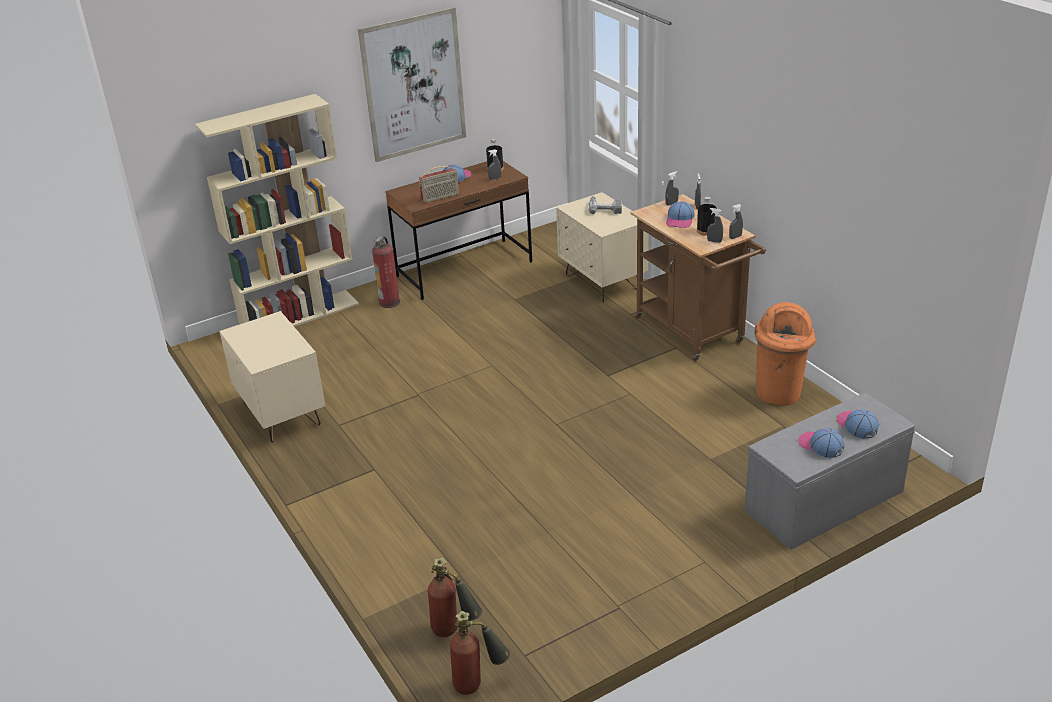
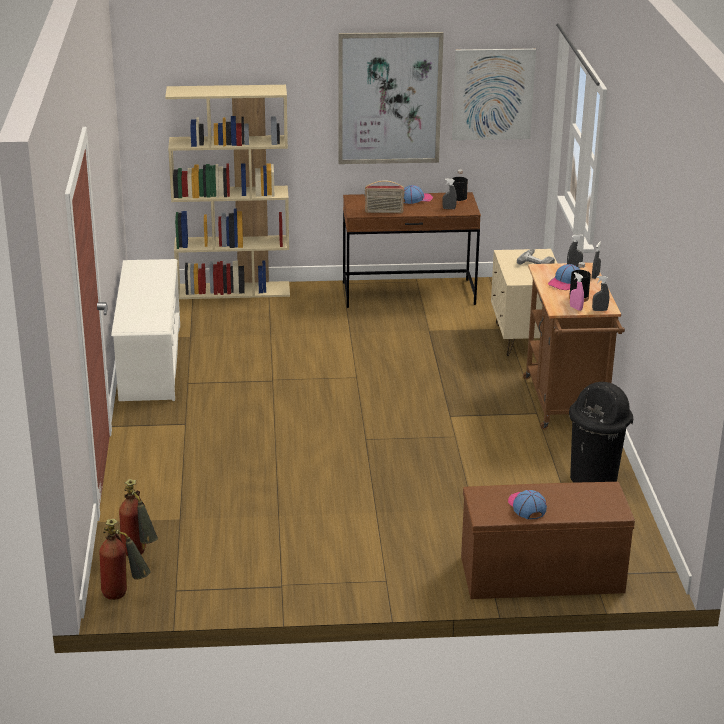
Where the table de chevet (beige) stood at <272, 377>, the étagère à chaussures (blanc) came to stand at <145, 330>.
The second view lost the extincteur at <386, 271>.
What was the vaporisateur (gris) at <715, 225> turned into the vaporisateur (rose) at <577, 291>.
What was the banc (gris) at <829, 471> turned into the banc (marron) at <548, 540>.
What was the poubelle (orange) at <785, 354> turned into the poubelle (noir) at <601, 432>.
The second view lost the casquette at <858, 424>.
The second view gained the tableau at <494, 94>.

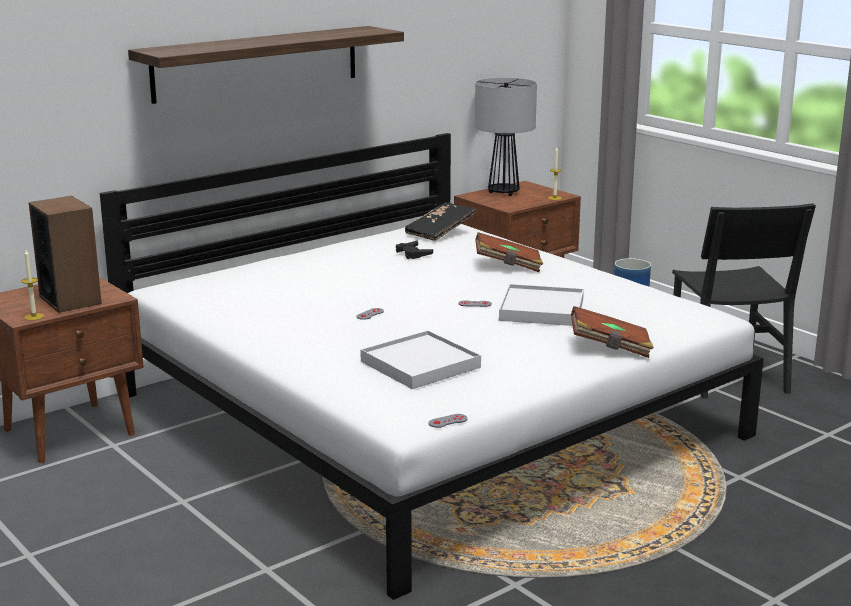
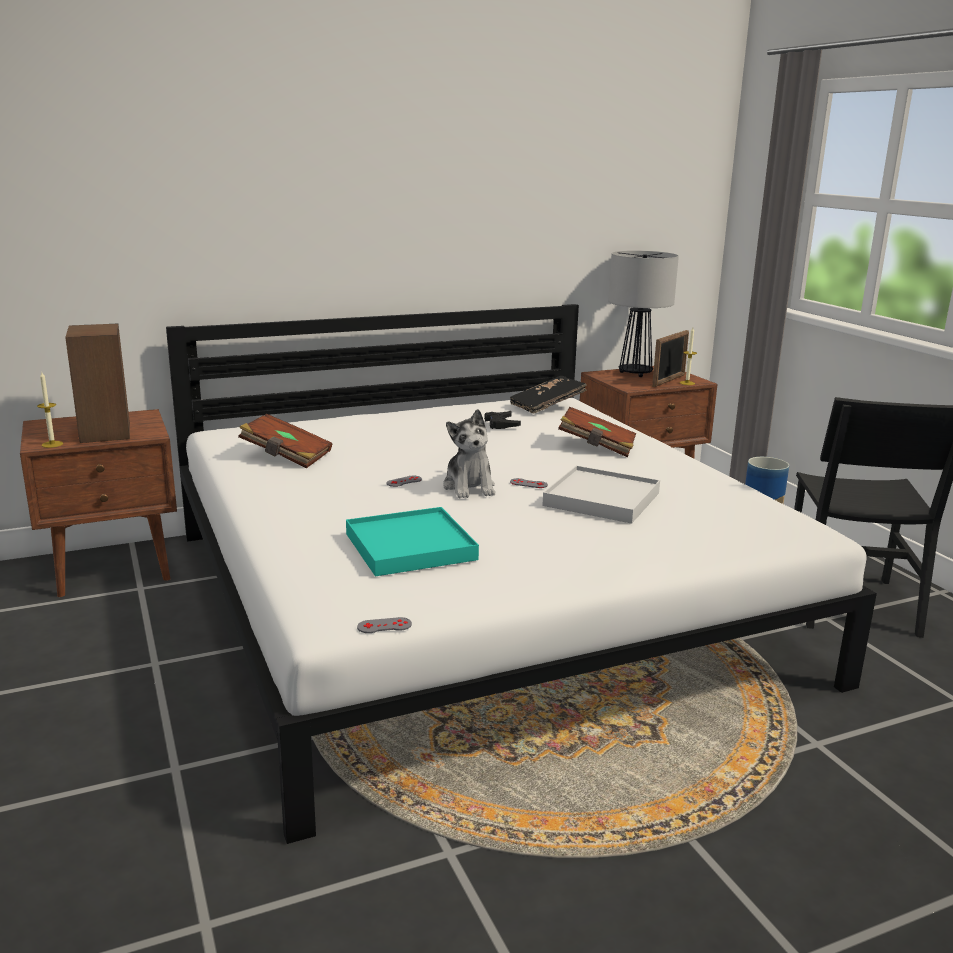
The second view lost the étagère at <266, 65>.
What was the plateau (blanc) at <420, 359> turned into the plateau (turquoise) at <412, 541>.
The livre (marron) ended up elsewhere, having gone from <612, 332> to <285, 441>.
The second view gained the peluche at <469, 453>.
The second view gained the cadre photo at <670, 358>.

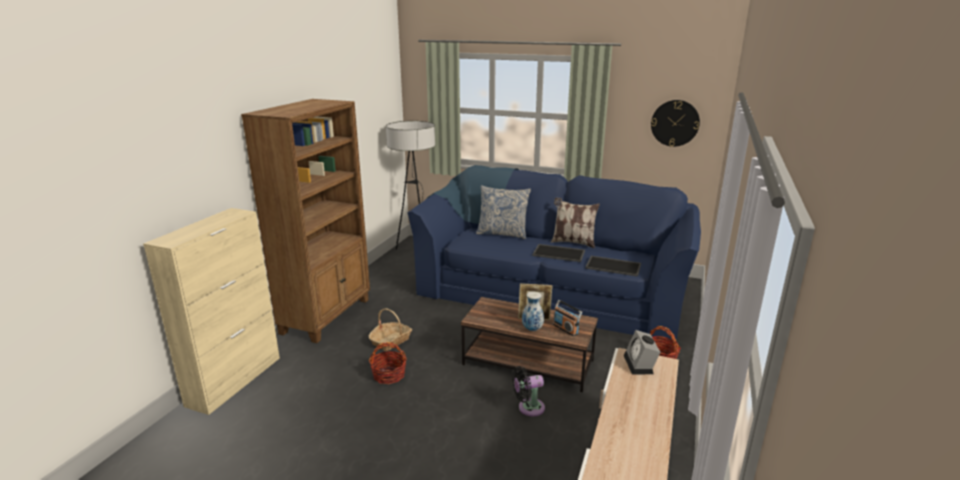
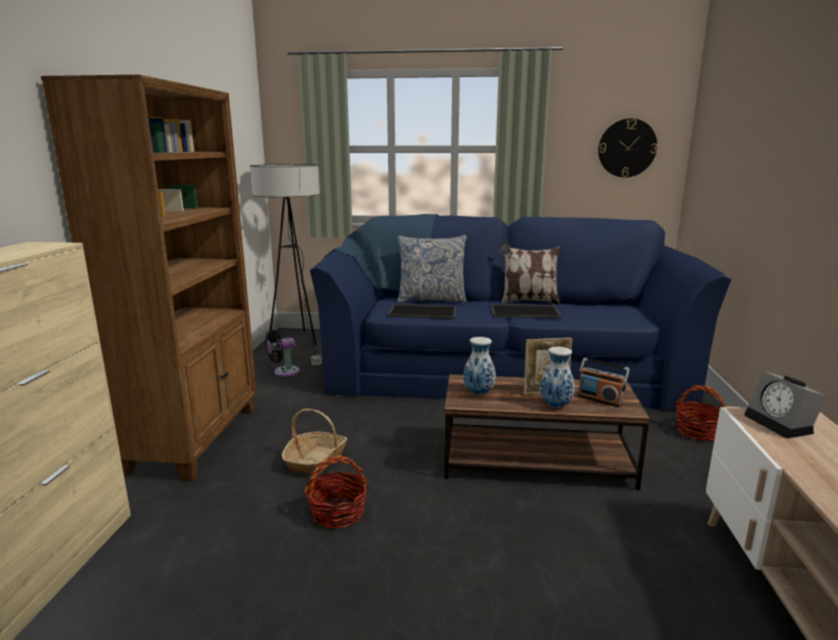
The ventilateur (noir) ended up elsewhere, having gone from <528, 391> to <282, 353>.
The plateau ended up elsewhere, having gone from <613, 266> to <422, 311>.
The second view gained the vase at <479, 366>.

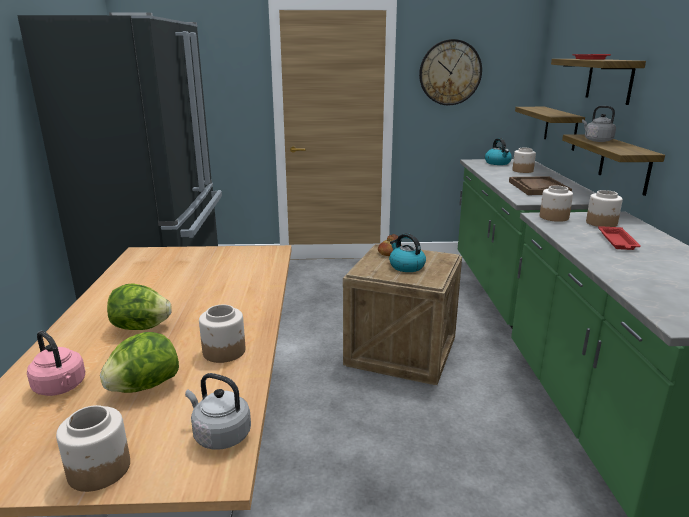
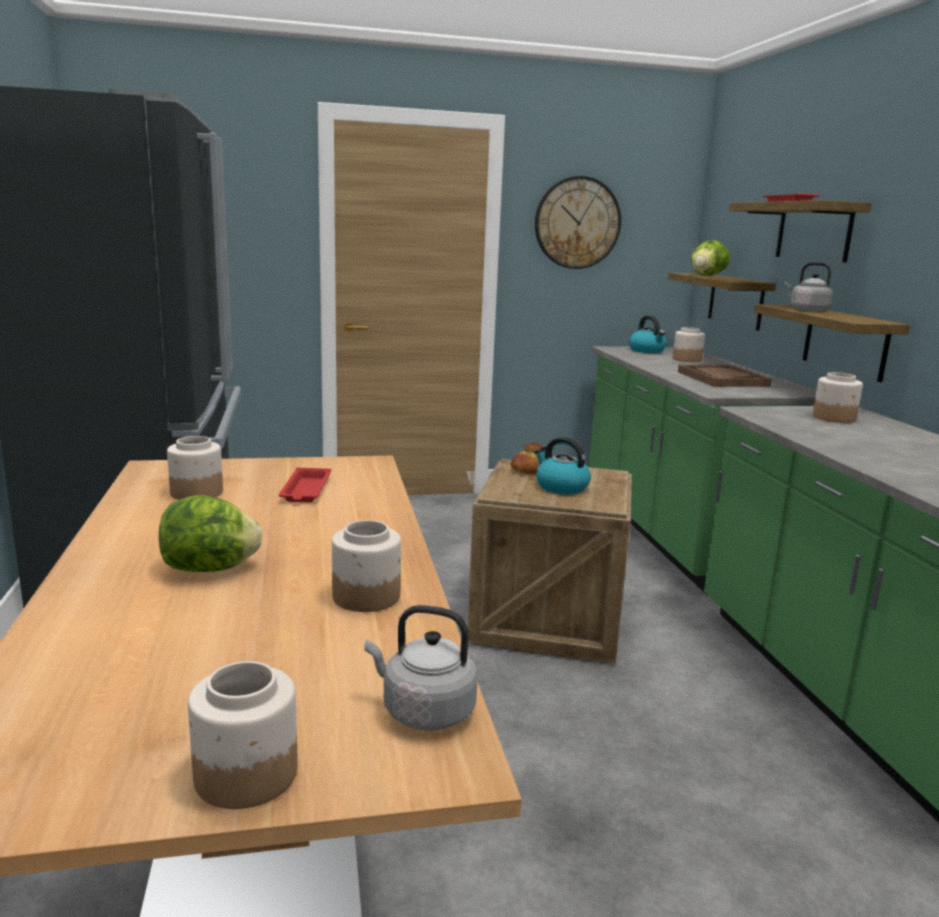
The second view lost the bouilloire (rose) at <56, 363>.
The laitue ended up elsewhere, having gone from <139, 362> to <710, 258>.
The bocal ended up elsewhere, having gone from <556, 204> to <195, 468>.
The plateau (rouge) ended up elsewhere, having gone from <619, 238> to <305, 485>.

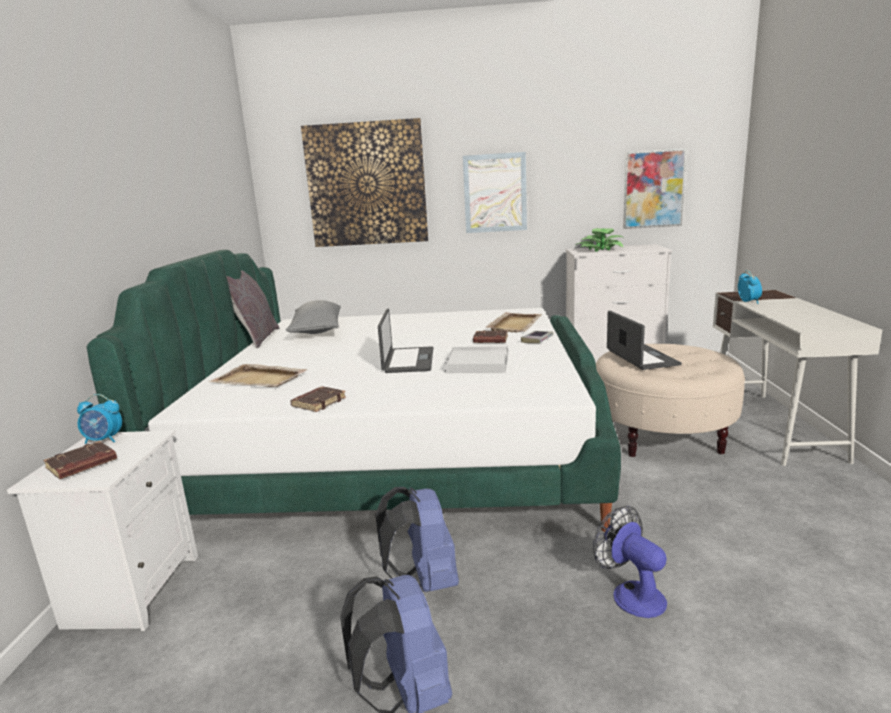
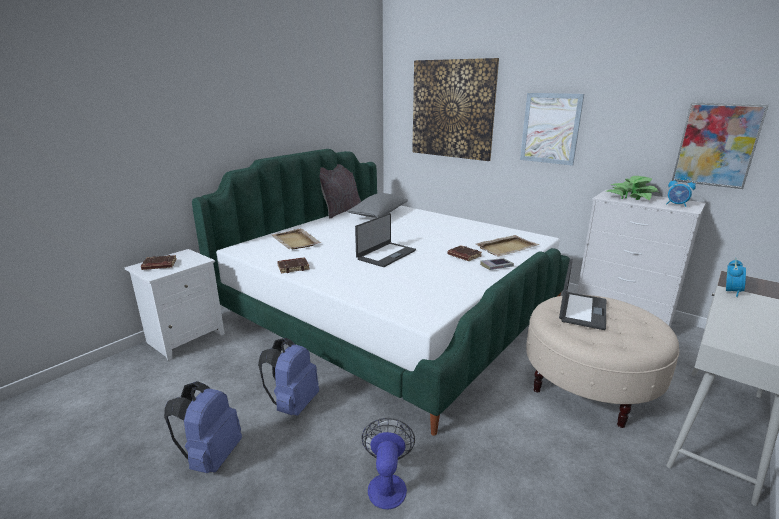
The réveil ended up elsewhere, having gone from <99, 419> to <681, 192>.
The second view lost the plateau (blanc) at <476, 359>.

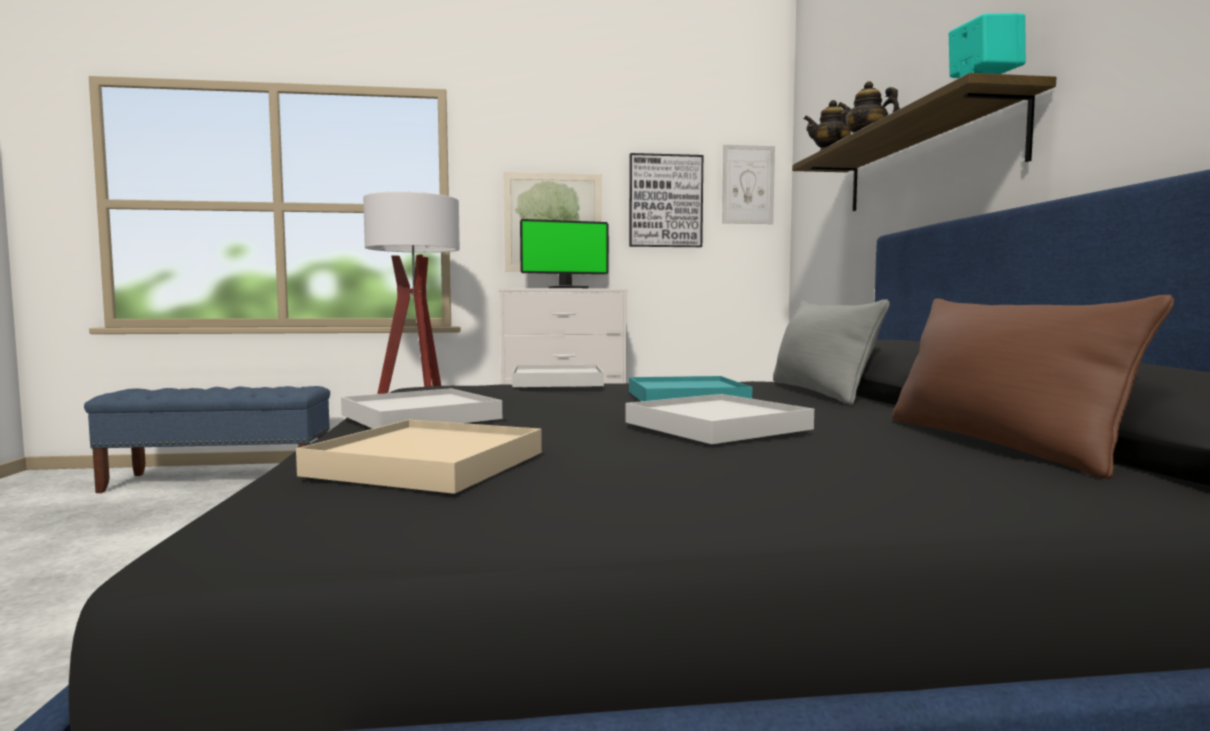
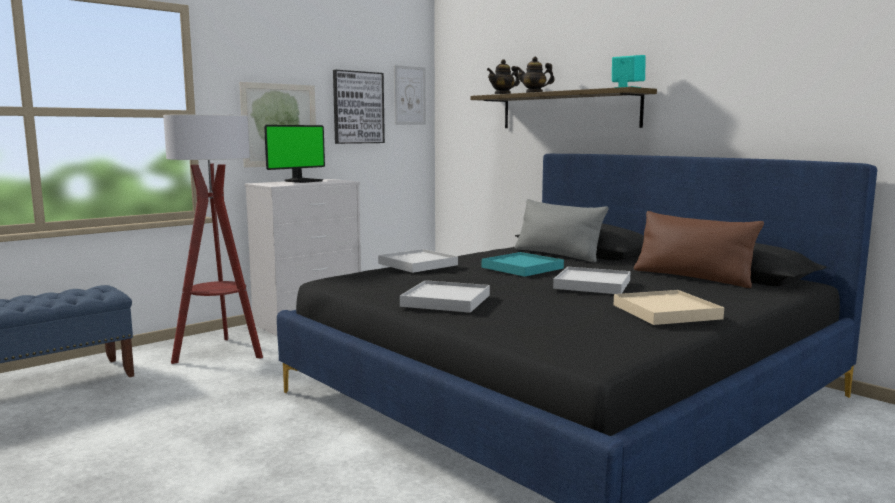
The plateau (beige) ended up elsewhere, having gone from <419, 457> to <669, 307>.

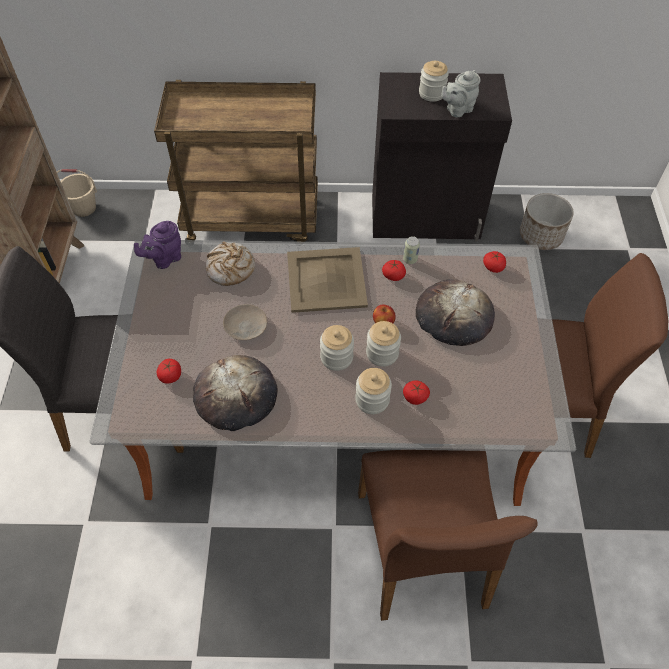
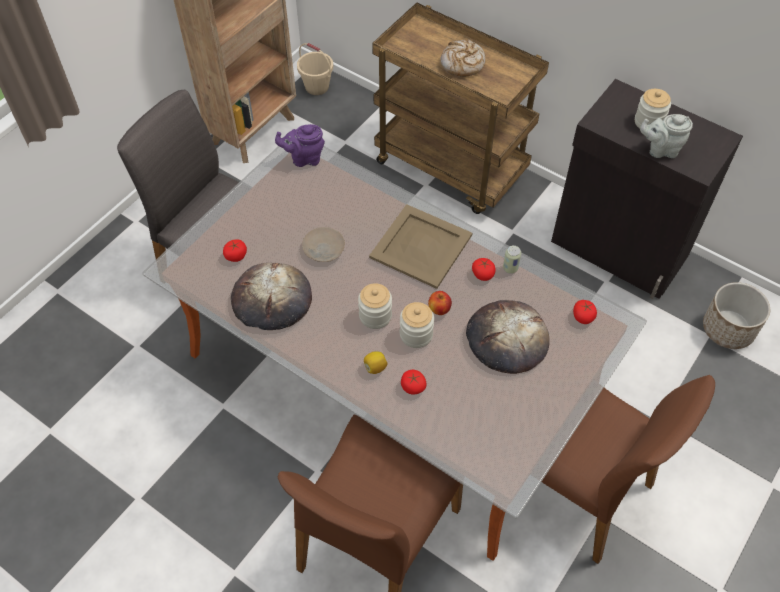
The pain ended up elsewhere, having gone from <230, 264> to <463, 57>.
Where the bocal stood at <373, 391>, the citron came to stand at <375, 362>.

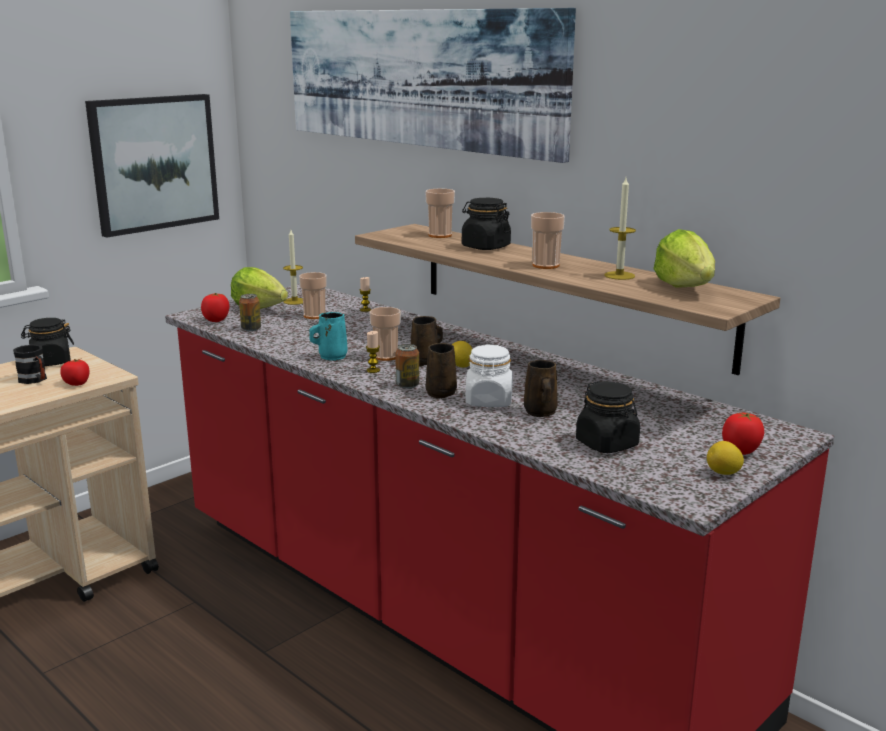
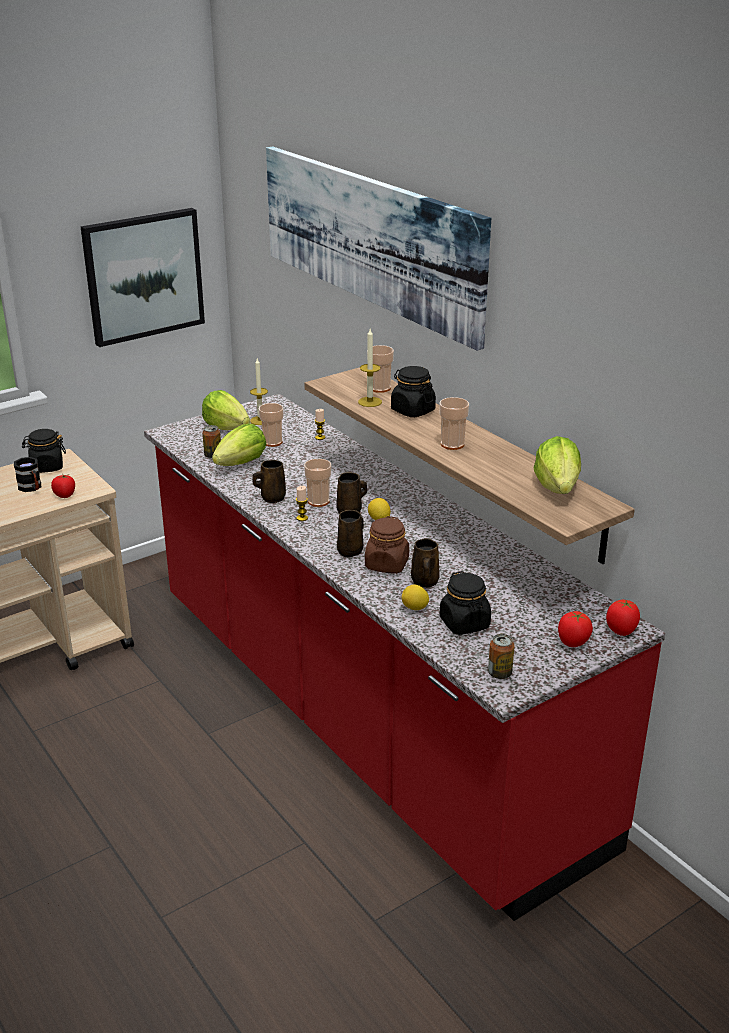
The tomate ended up elsewhere, having gone from <215, 307> to <623, 618>.
What was the mug (turquoise) at <328, 336> turned into the mug (marron) at <269, 481>.
The boîte métallique ended up elsewhere, having gone from <407, 366> to <501, 656>.
What was the bocal (blanc) at <489, 375> turned into the bocal (marron) at <387, 545>.
The bougie ended up elsewhere, having gone from <620, 229> to <370, 368>.
The citron ended up elsewhere, having gone from <725, 458> to <415, 597>.
The second view gained the laitue at <239, 444>.

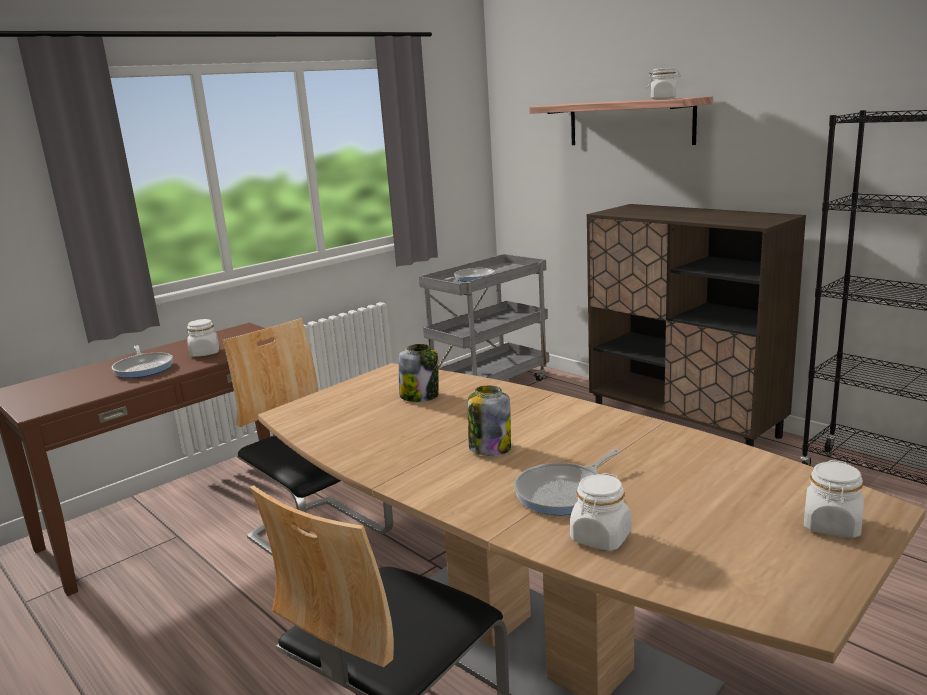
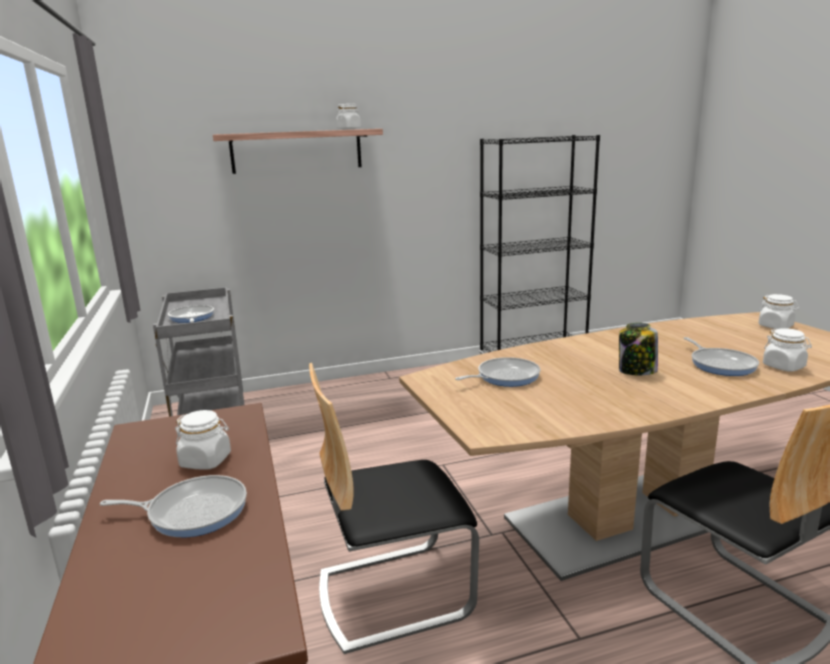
Where the bocal stood at <419, 373>, the poêle came to stand at <497, 372>.
The second view lost the meuble de rangement (marron) at <696, 325>.

